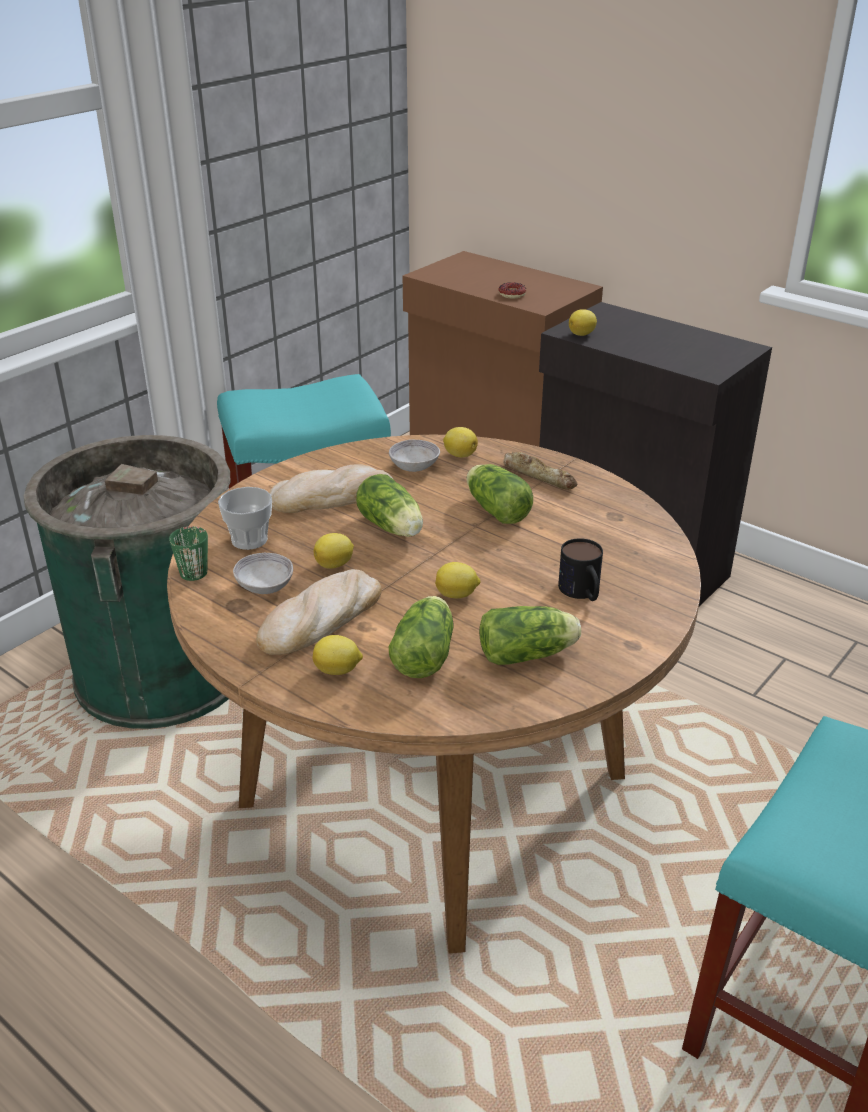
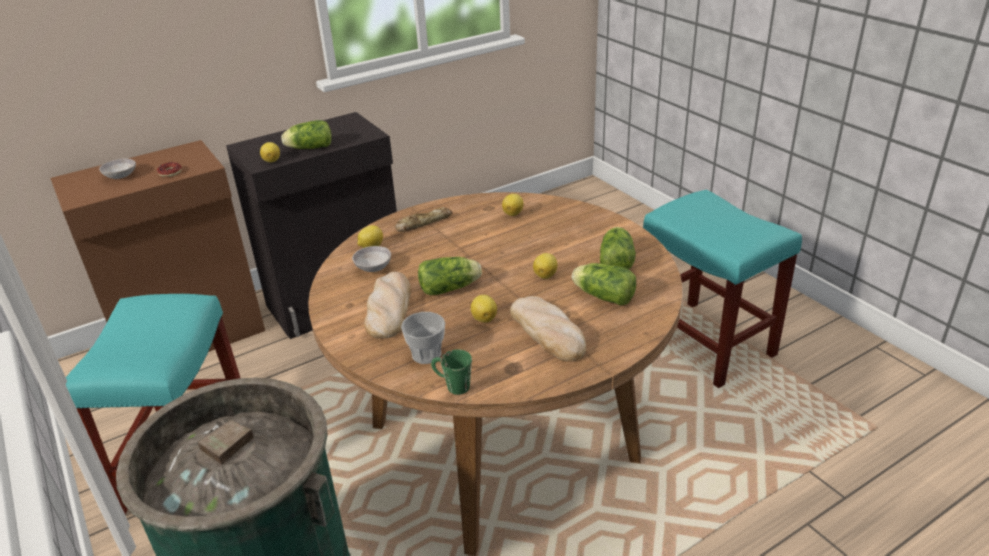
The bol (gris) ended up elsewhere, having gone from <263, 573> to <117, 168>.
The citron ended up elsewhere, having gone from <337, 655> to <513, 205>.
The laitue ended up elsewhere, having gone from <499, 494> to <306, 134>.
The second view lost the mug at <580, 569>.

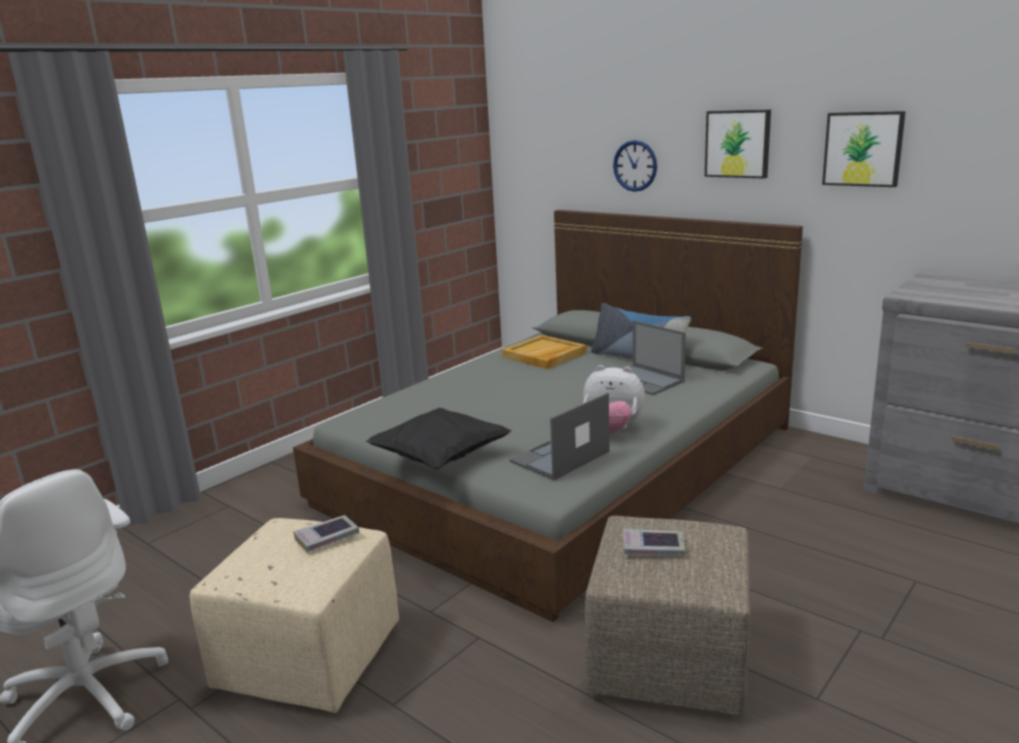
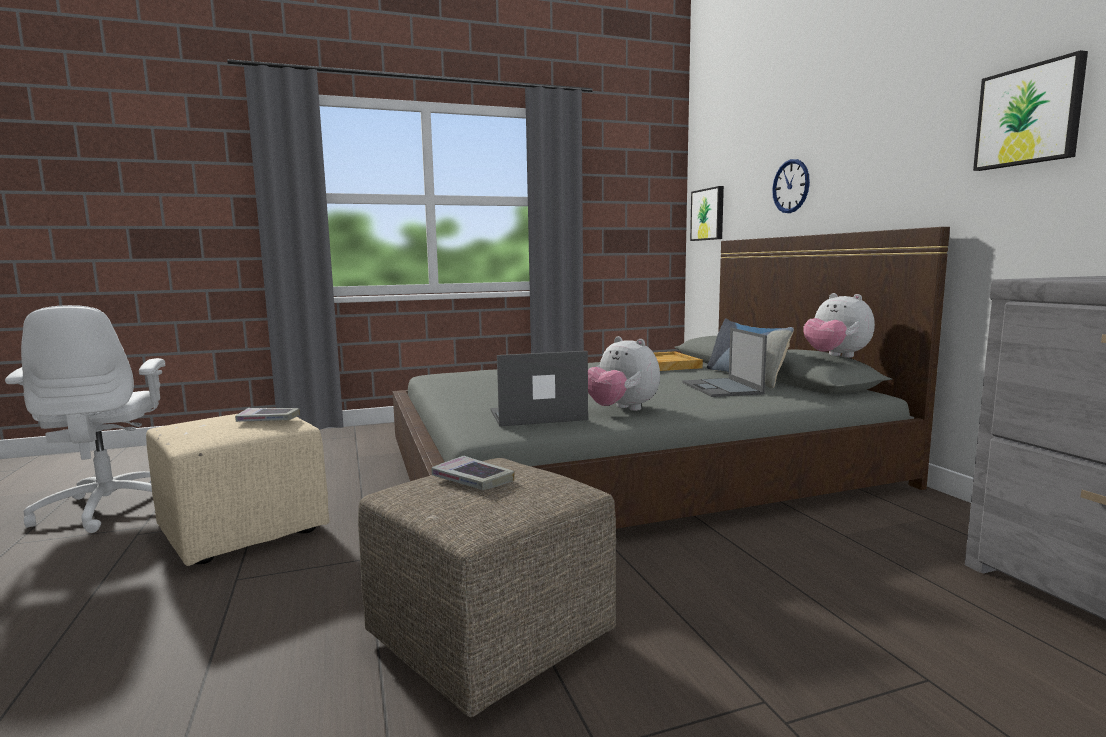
The second view lost the coussin (noir) at <439, 439>.
The tableau ended up elsewhere, having gone from <738, 143> to <707, 213>.
The second view gained the peluche at <839, 325>.

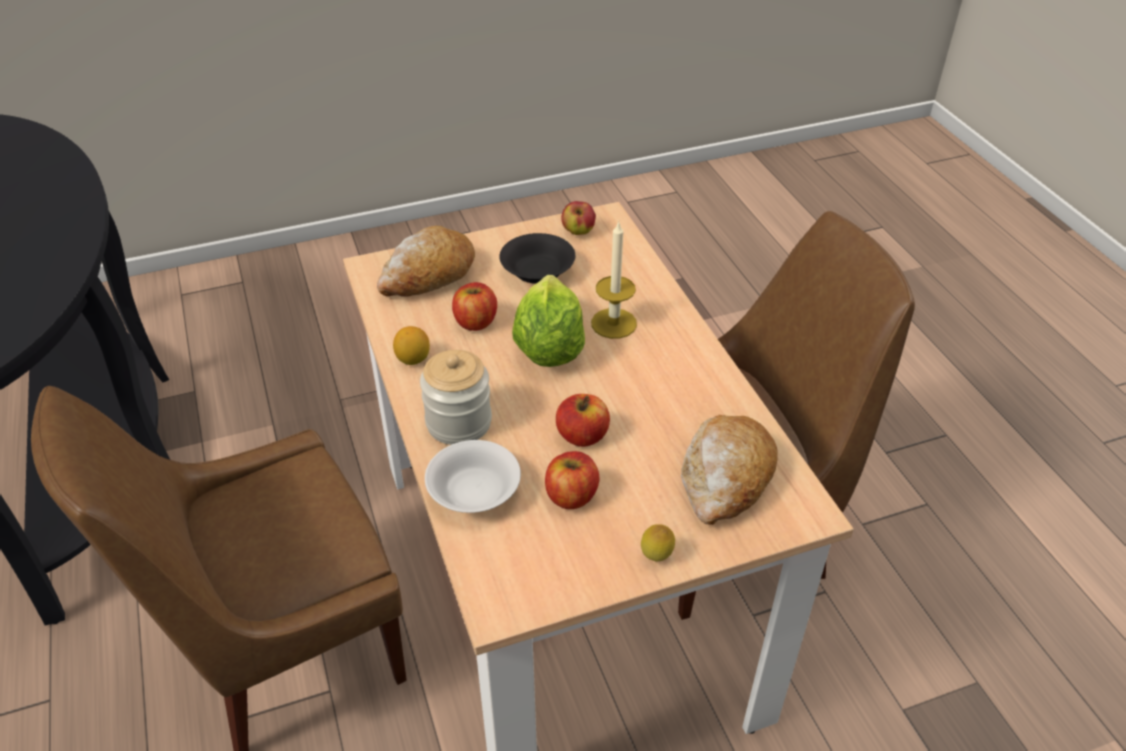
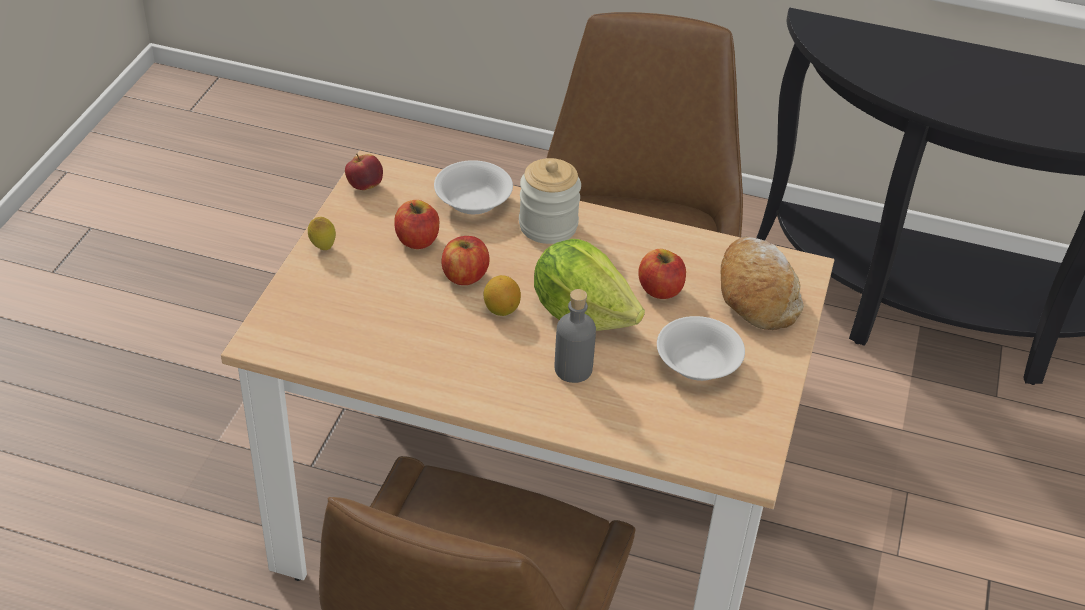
The citron ended up elsewhere, having gone from <411, 345> to <502, 295>.
What was the bol (noir) at <537, 258> turned into the bol (blanc) at <701, 348>.
The pomme ended up elsewhere, having gone from <578, 218> to <364, 172>.
Where the bougie stood at <614, 280>, the bouteille (gris) came to stand at <575, 336>.
The second view lost the pain at <729, 470>.

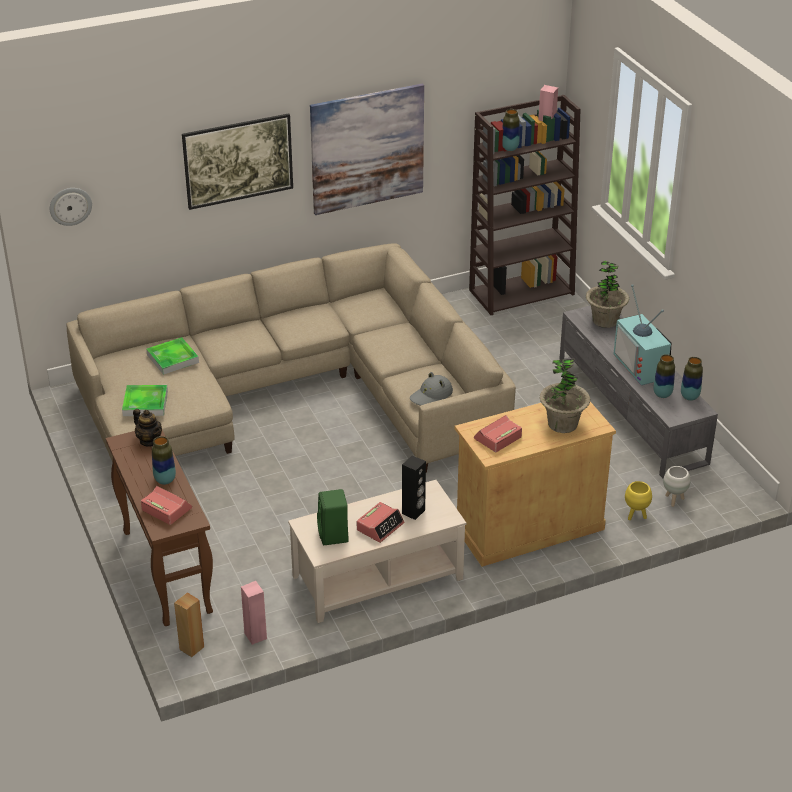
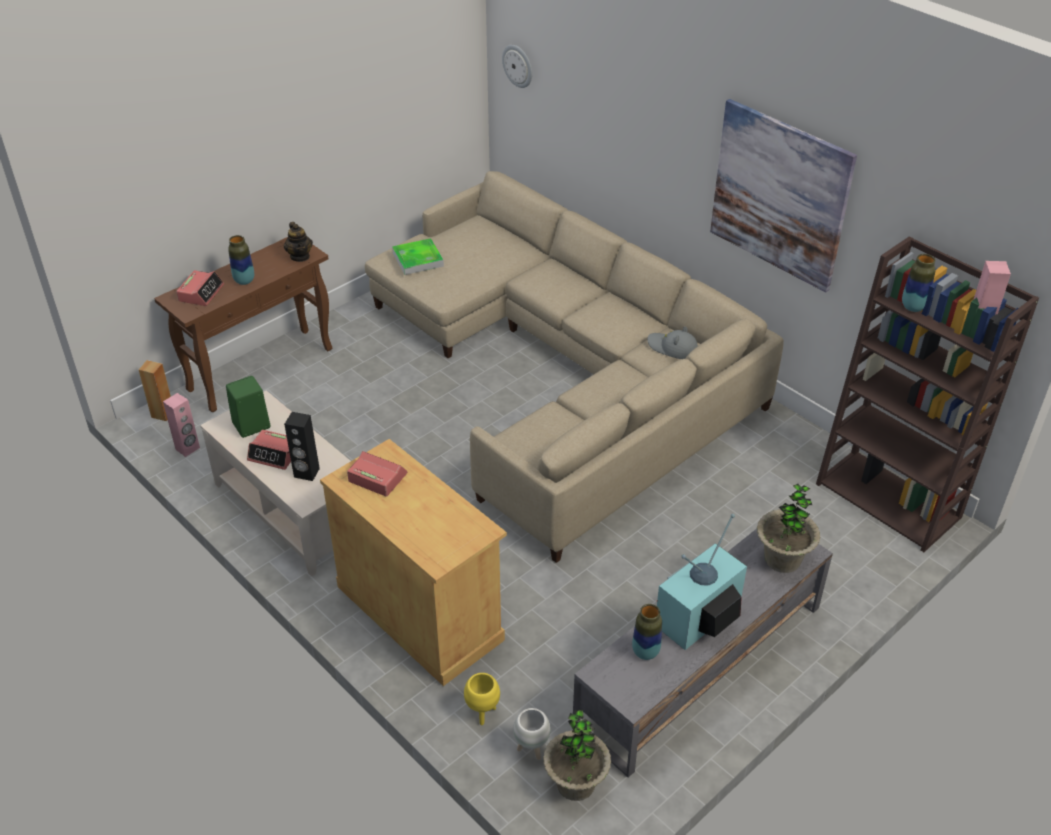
The théière at <147, 428> ended up facing another way, 45 degrees counterclockwise from before.
The second view lost the plateau at <172, 356>.
The second view lost the tableau at <237, 161>.
The chapeau (gris) ended up elsewhere, having gone from <431, 389> to <672, 342>.
The plante en pot ended up elsewhere, having gone from <565, 396> to <577, 755>.
The second view lost the vase at <692, 379>.

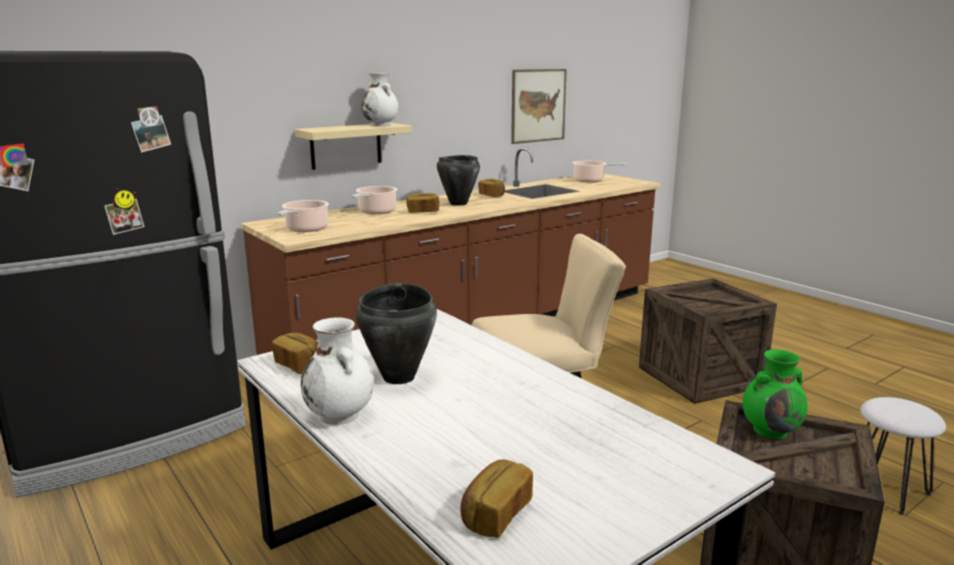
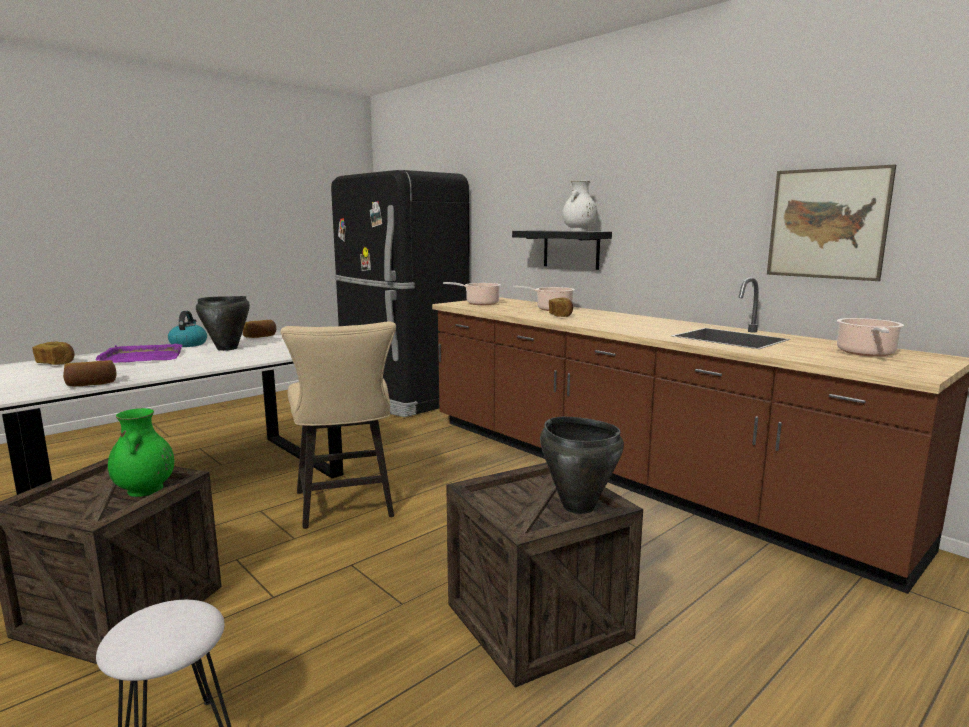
What was the étagère (beige) at <353, 146> turned into the étagère (noir) at <562, 250>.
Where the vase (blanc) stood at <337, 371>, the bouilloire came to stand at <187, 329>.
The marmite (noir) ended up elsewhere, having gone from <458, 180> to <582, 465>.
The pain ended up elsewhere, having gone from <491, 188> to <90, 373>.
The second view gained the plateau (violet) at <139, 353>.

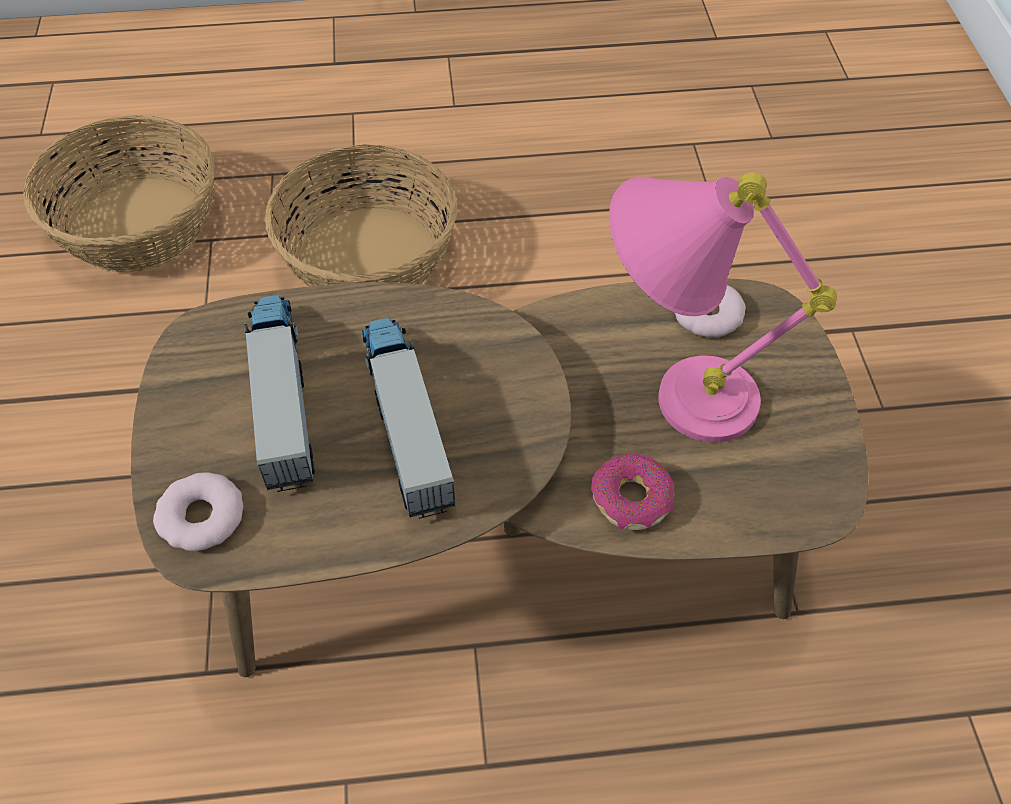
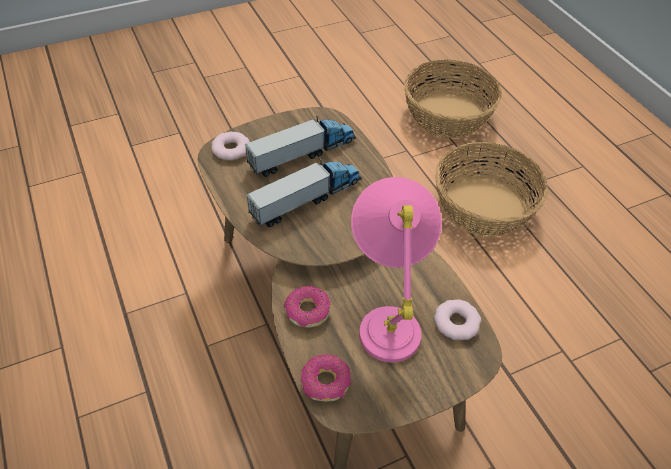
The second view gained the beignet at <326, 378>.

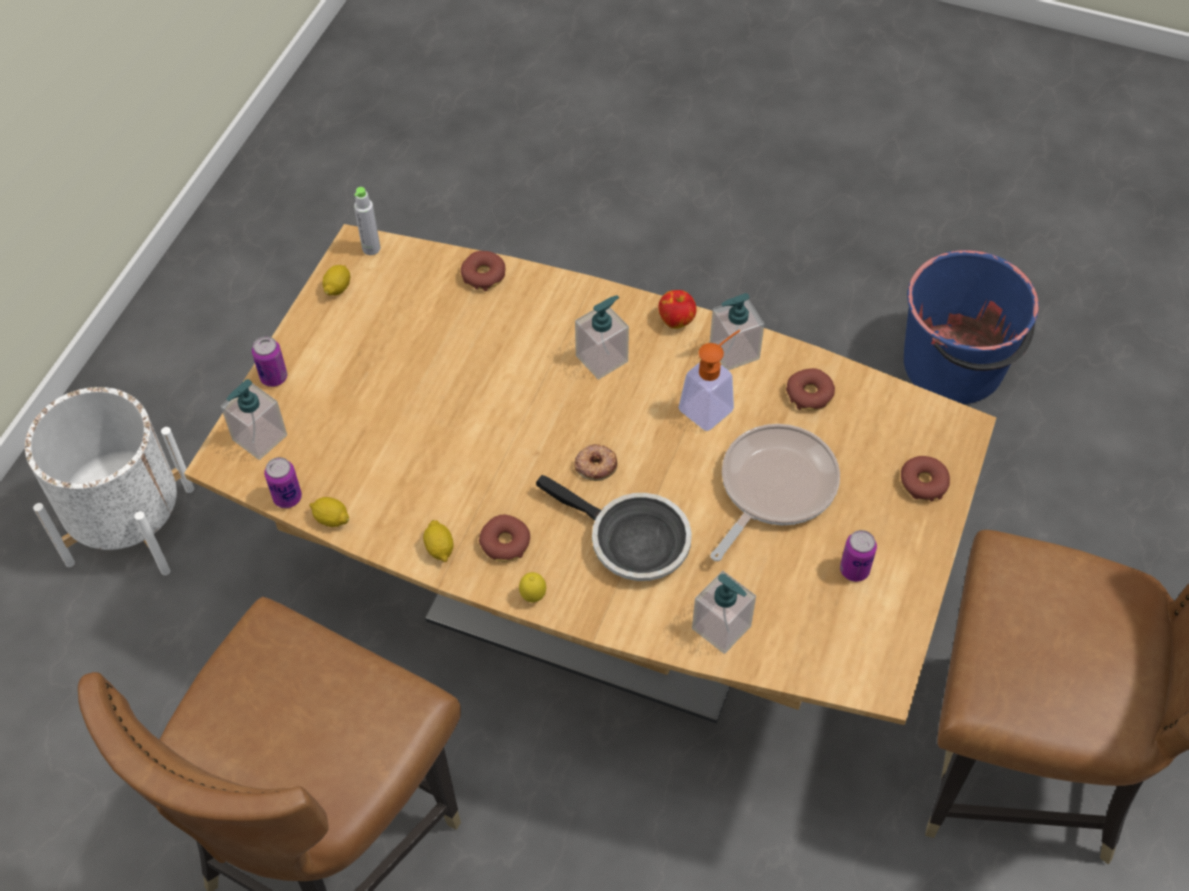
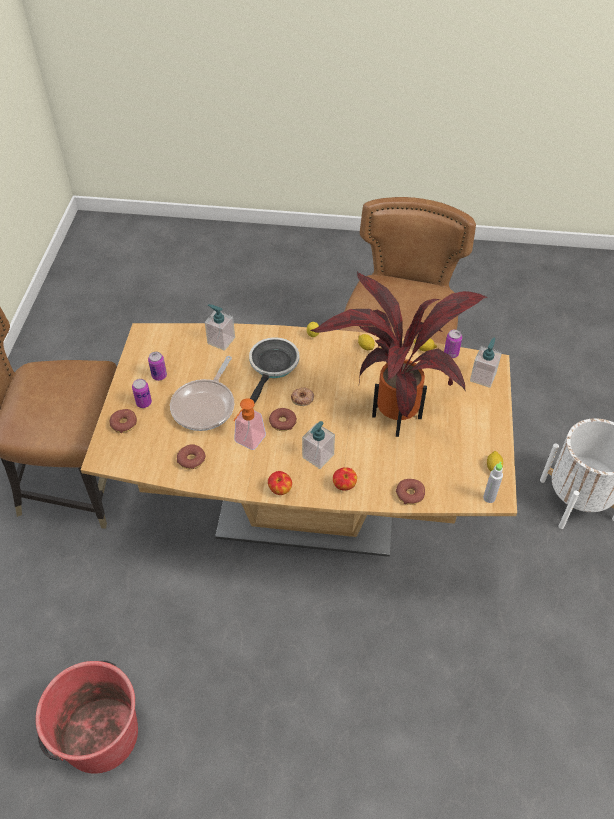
The boîte métallique ended up elsewhere, having gone from <269, 361> to <142, 393>.
The beignet ended up elsewhere, having gone from <504, 538> to <283, 419>.
The poêle at <614, 528> ended up facing another way, 90 degrees clockwise from before.
The second view lost the distributeur de savon at <737, 331>.
What was the seau (bleu) at <971, 327> turned into the seau (rouge) at <87, 717>.
The second view gained the plante en pot at <399, 354>.
The second view gained the pomme at <345, 479>.

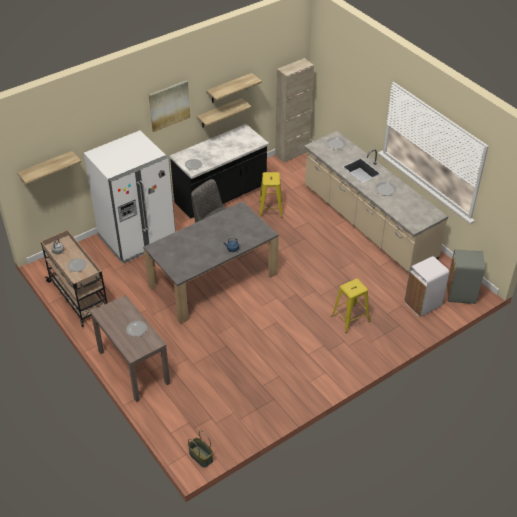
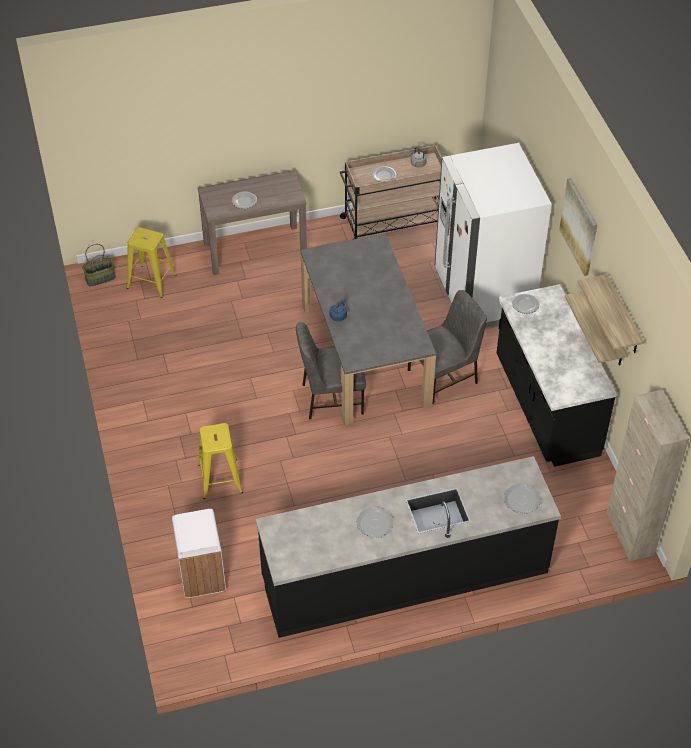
The second view lost the étagère at <49, 167>.
The tabouret (jaune) ended up elsewhere, having gone from <271, 195> to <152, 262>.
What was the comptoir de cuisine (beige) at <376, 201> turned into the comptoir de cuisine (noir) at <408, 547>.
The second view lost the poubelle (gris) at <466, 276>.
The second view gained the chaise (gris) at <331, 371>.

